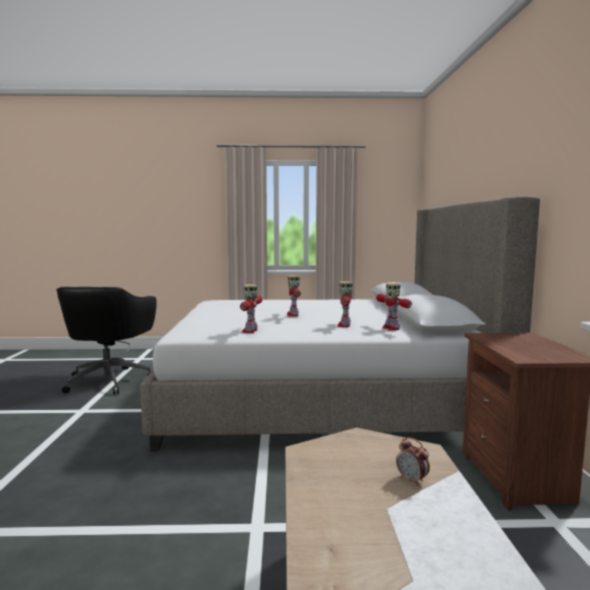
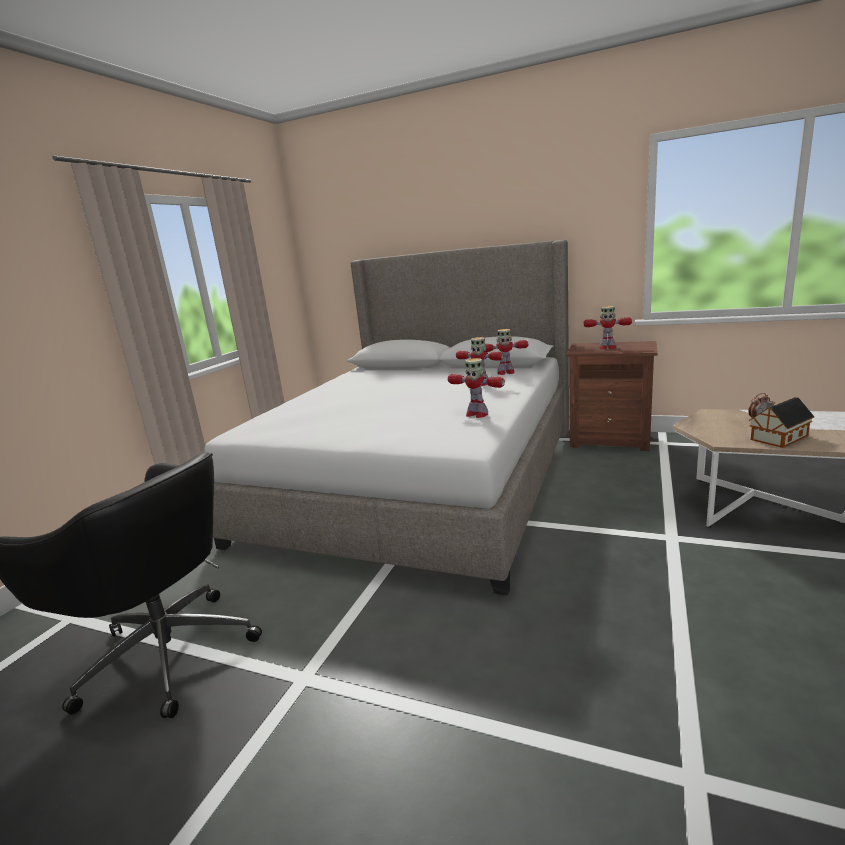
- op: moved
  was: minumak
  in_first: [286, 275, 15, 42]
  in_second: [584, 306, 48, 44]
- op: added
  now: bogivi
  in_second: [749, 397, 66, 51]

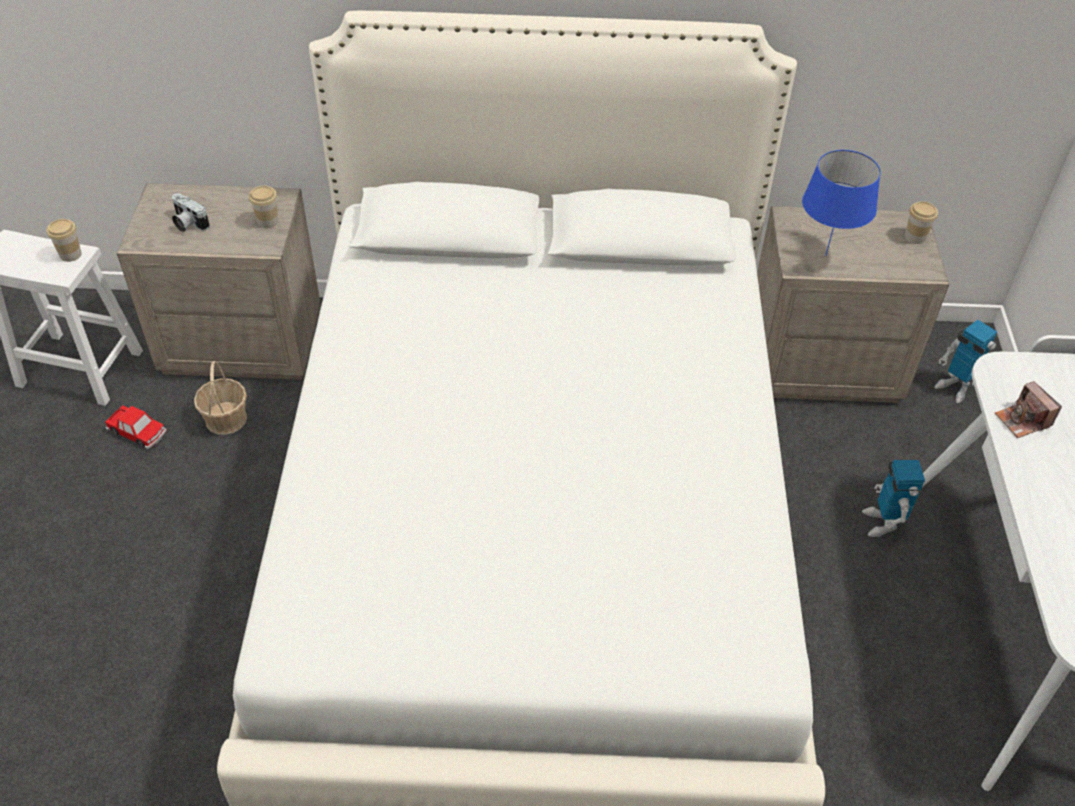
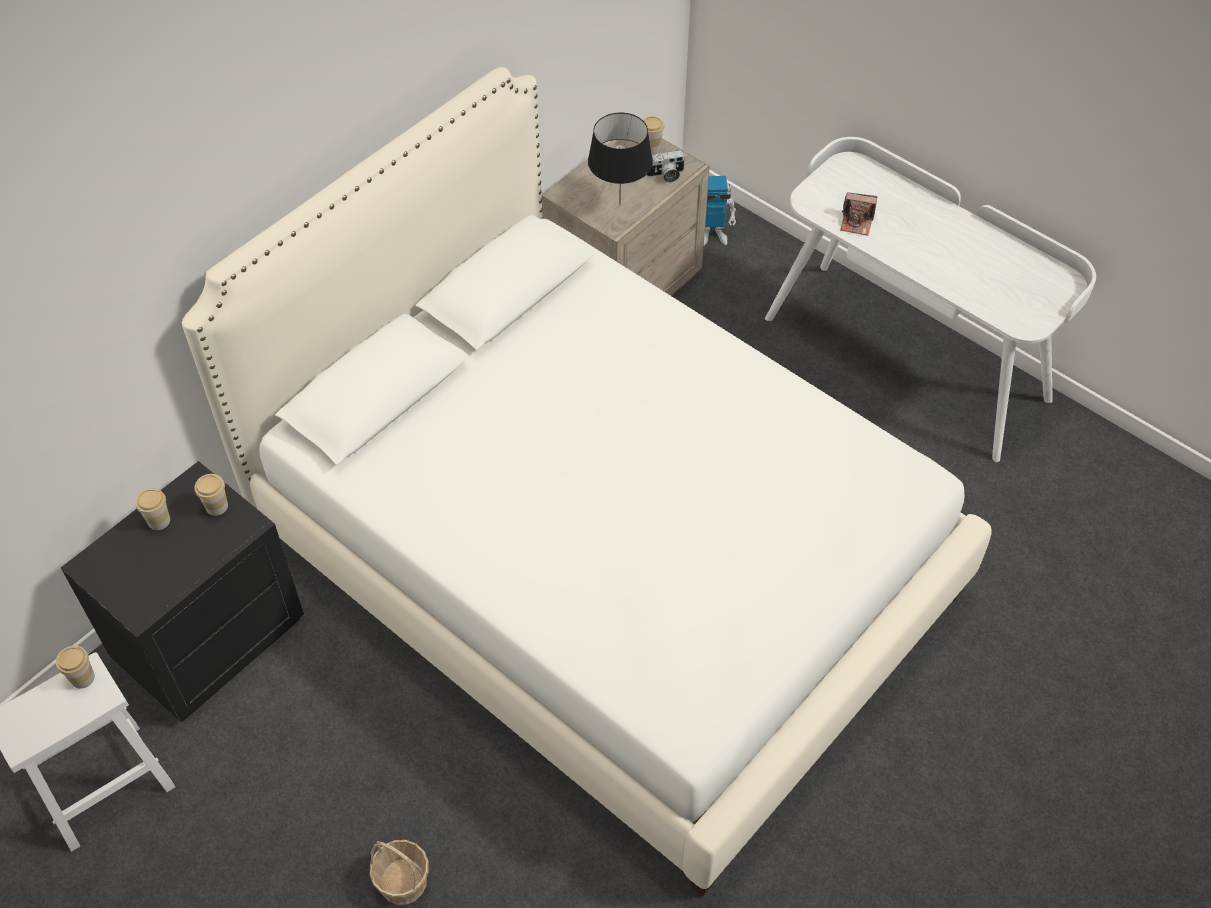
- op: removed
  was: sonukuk
  in_first: [105, 405, 62, 44]
- op: recoloured
  was: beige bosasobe
  now: black bosasobe
  in_first: [117, 183, 204, 197]
  in_second: [61, 461, 243, 261]
- op: moved
  was: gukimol
  in_first: [172, 193, 38, 39]
  in_second: [646, 150, 40, 32]
- op: moved
  was: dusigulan
  in_first: [194, 361, 53, 74]
  in_second: [369, 840, 60, 65]
- op: recoloured
  was: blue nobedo
  now: black nobedo
  in_first: [802, 150, 79, 106]
  in_second: [588, 113, 65, 92]
- op: removed
  was: minumak
  in_first: [862, 460, 63, 77]
- op: added
  now: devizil
  in_second: [135, 488, 35, 42]

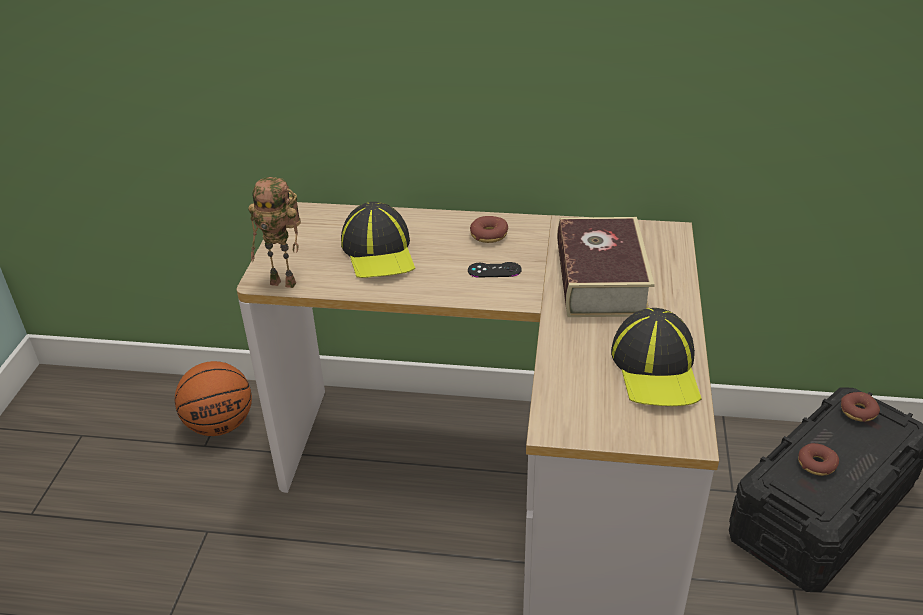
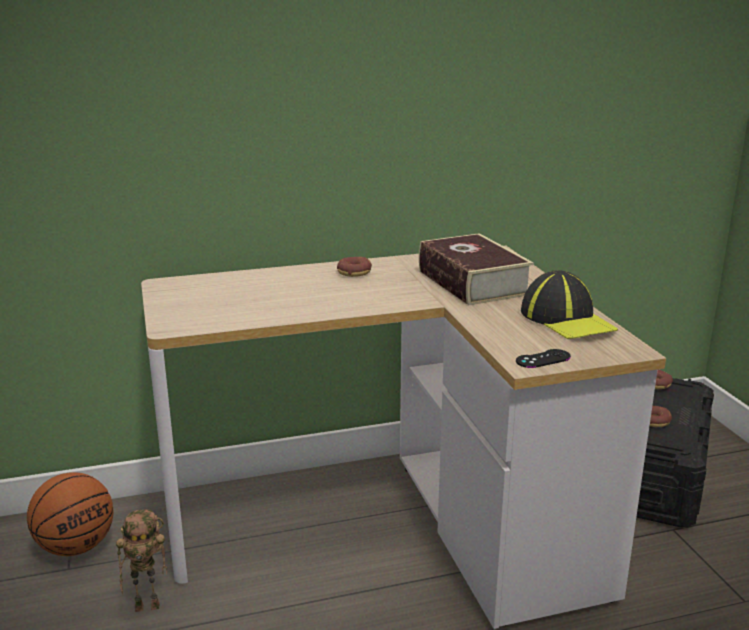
- op: moved
  was: minumak
  in_first: [248, 177, 53, 111]
  in_second: [116, 509, 51, 103]
- op: removed
  was: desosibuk
  in_first: [341, 202, 74, 76]
- op: moved
  was: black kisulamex
  in_first: [468, 262, 54, 16]
  in_second: [516, 349, 55, 19]

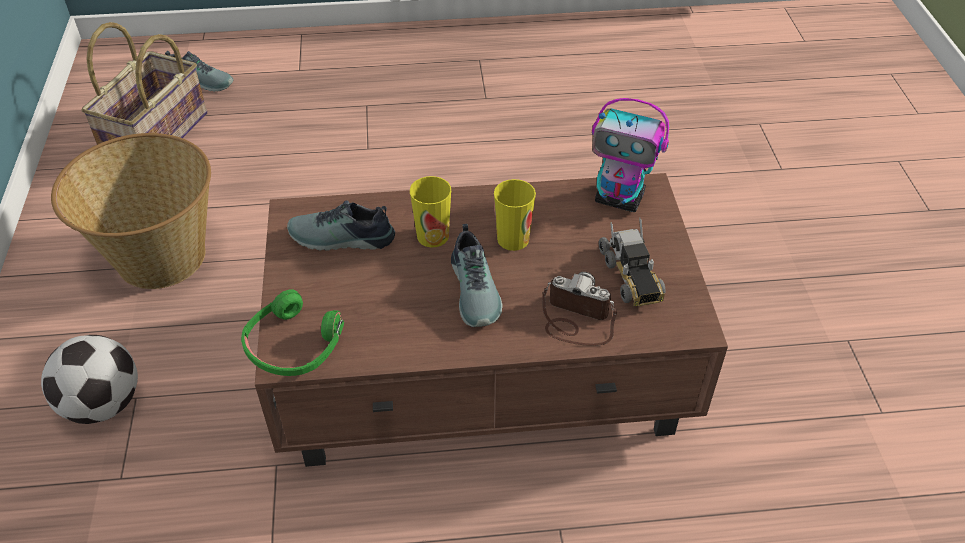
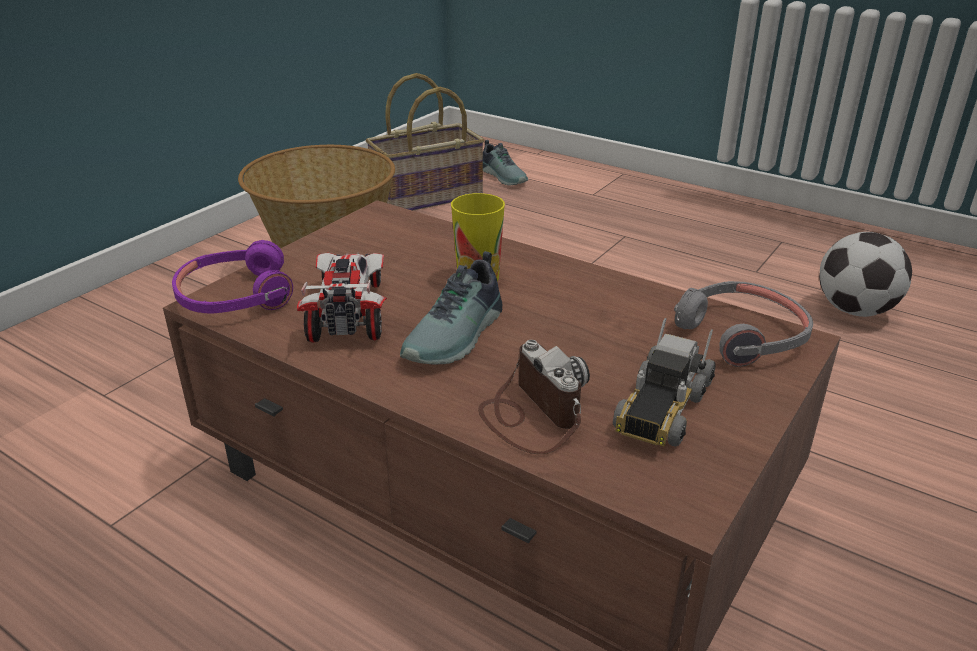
- op: moved
  was: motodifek
  in_first: [41, 335, 97, 89]
  in_second: [819, 232, 93, 85]
- op: recoloured
  was: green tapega
  now: purple tapega
  in_first: [241, 290, 103, 86]
  in_second: [172, 240, 121, 74]
- op: removed
  was: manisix
  in_first: [287, 200, 108, 51]
- op: removed
  was: devizil
  in_first: [494, 179, 42, 72]
- op: replaced
  was: minumak
  now: grey tapega
  in_first: [592, 98, 77, 114]
  in_second: [674, 281, 139, 86]
- op: added
  now: sonukuk
  in_second: [297, 252, 90, 91]

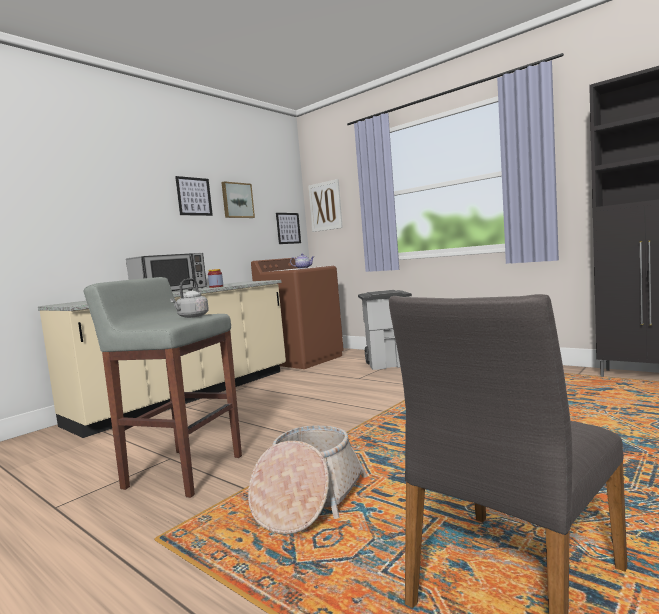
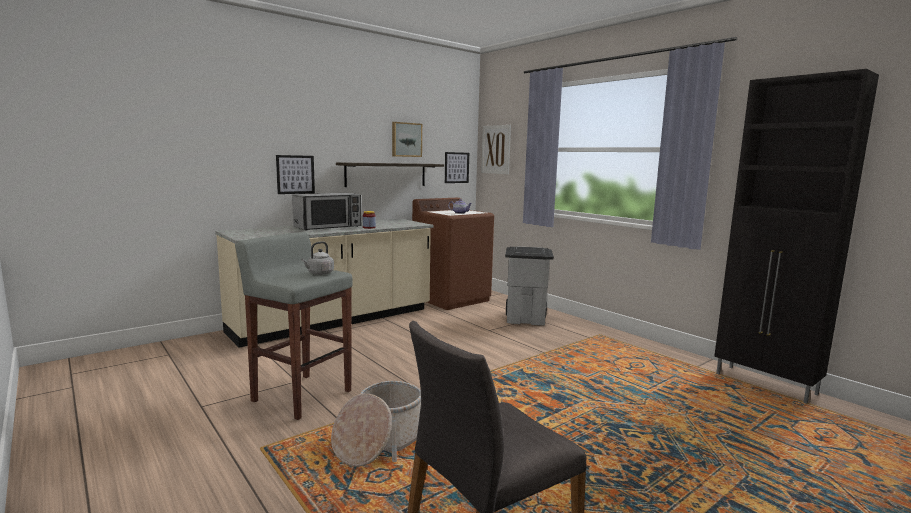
- op: moved
  was: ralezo
  in_first: [175, 176, 38, 40]
  in_second: [276, 155, 39, 39]
- op: added
  now: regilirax
  in_second: [336, 162, 108, 25]

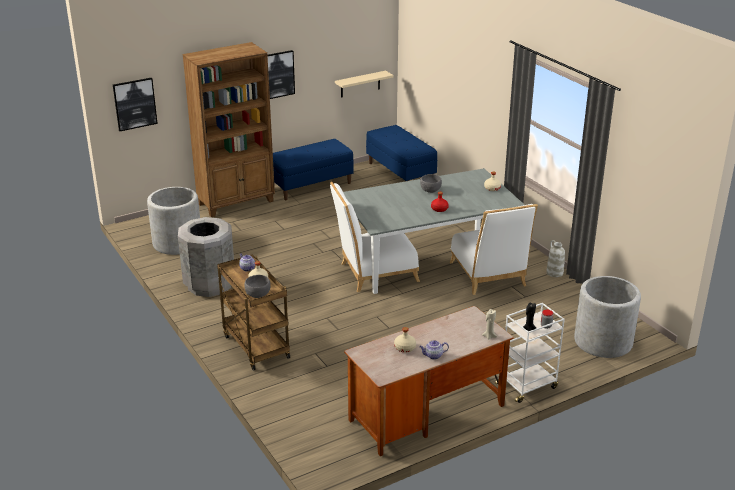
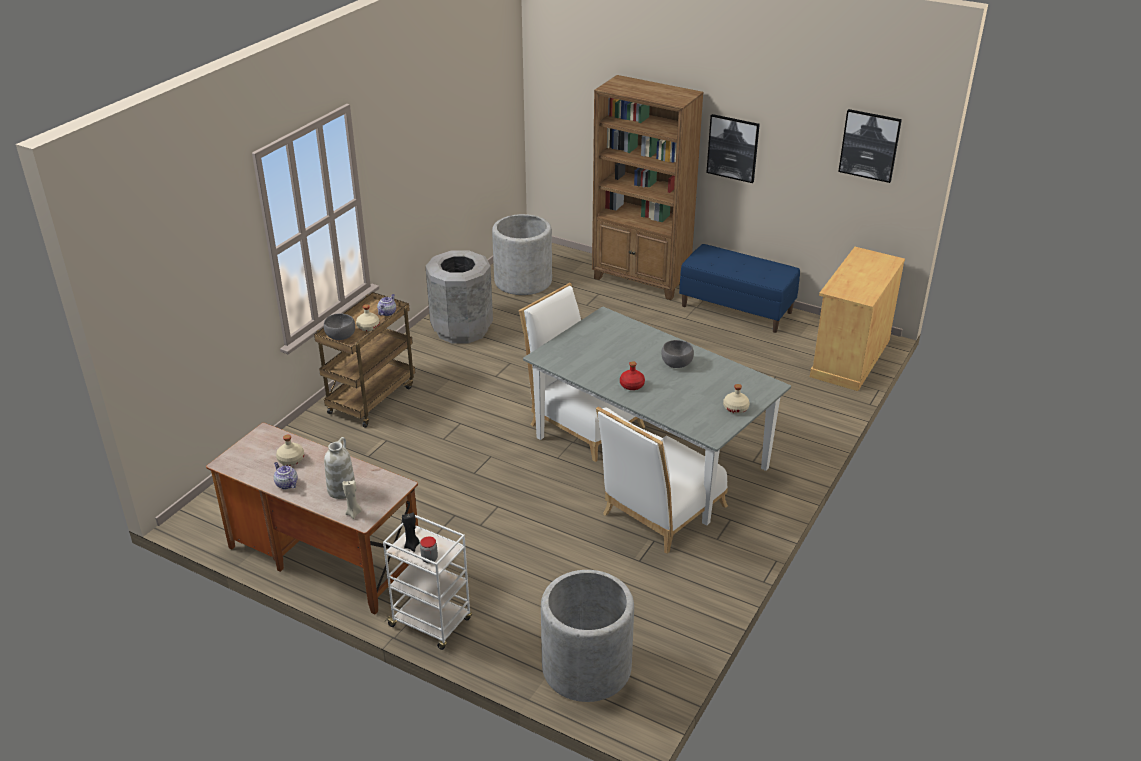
- op: moved
  was: ralezo
  in_first: [113, 78, 45, 53]
  in_second: [838, 109, 64, 74]
- op: removed
  was: beige regilirax
  in_first: [335, 71, 59, 26]
- op: replaced
  was: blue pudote
  now: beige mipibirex
  in_first: [366, 125, 71, 57]
  in_second: [810, 247, 95, 144]
- op: moved
  was: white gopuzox
  in_first: [546, 240, 19, 37]
  in_second: [324, 437, 31, 62]

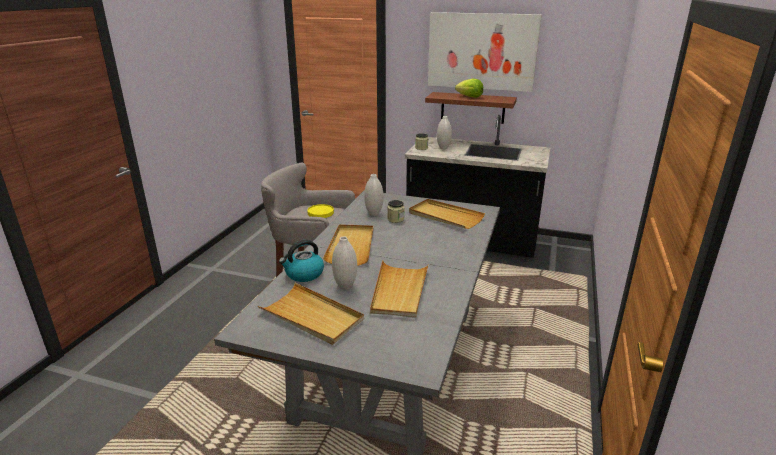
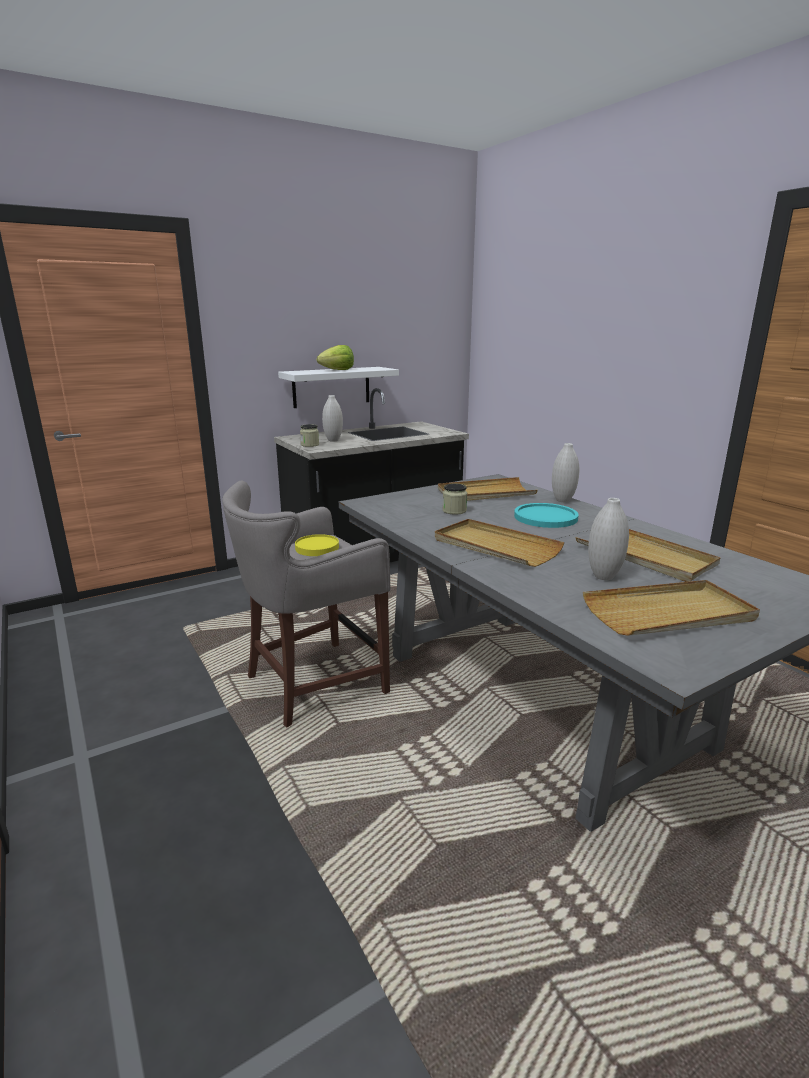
- op: removed
  was: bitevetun
  in_first: [279, 240, 45, 42]
- op: moved
  was: white gopuzox
  in_first: [364, 174, 19, 42]
  in_second: [552, 443, 28, 59]
- op: recoloured
  was: brown regilirax
  now: white regilirax
  in_first: [425, 92, 92, 32]
  in_second: [278, 367, 121, 41]
- op: removed
  was: ralezo
  in_first: [428, 12, 114, 80]
- op: added
  now: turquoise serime
  in_second: [514, 503, 65, 25]

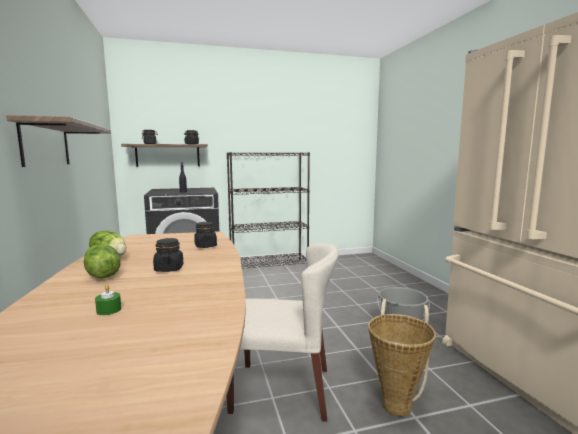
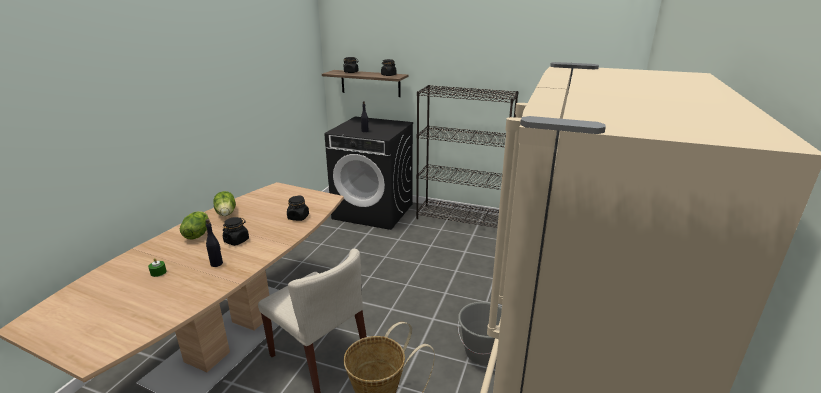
- op: removed
  was: regilirax
  in_first: [6, 115, 105, 52]
- op: added
  now: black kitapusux
  in_second: [206, 219, 17, 48]

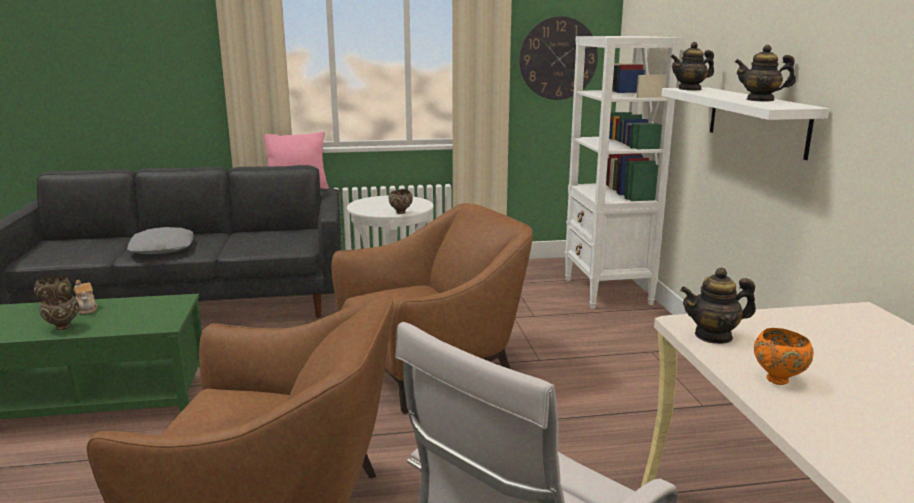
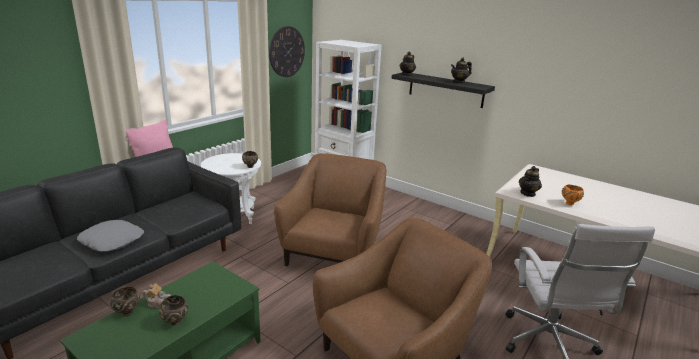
- op: recoloured
  was: white regilirax
  now: black regilirax
  in_first: [661, 87, 168, 73]
  in_second: [392, 73, 103, 35]

